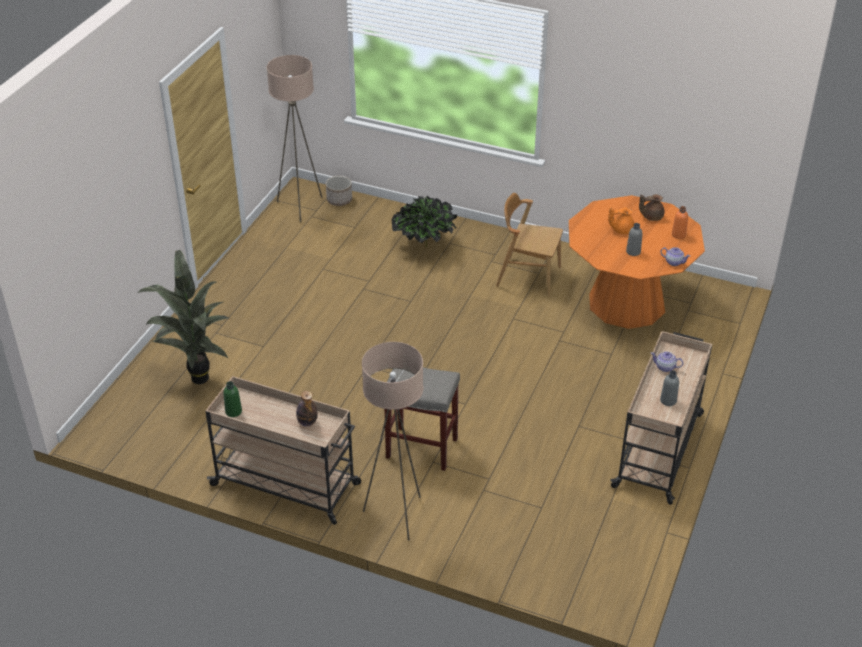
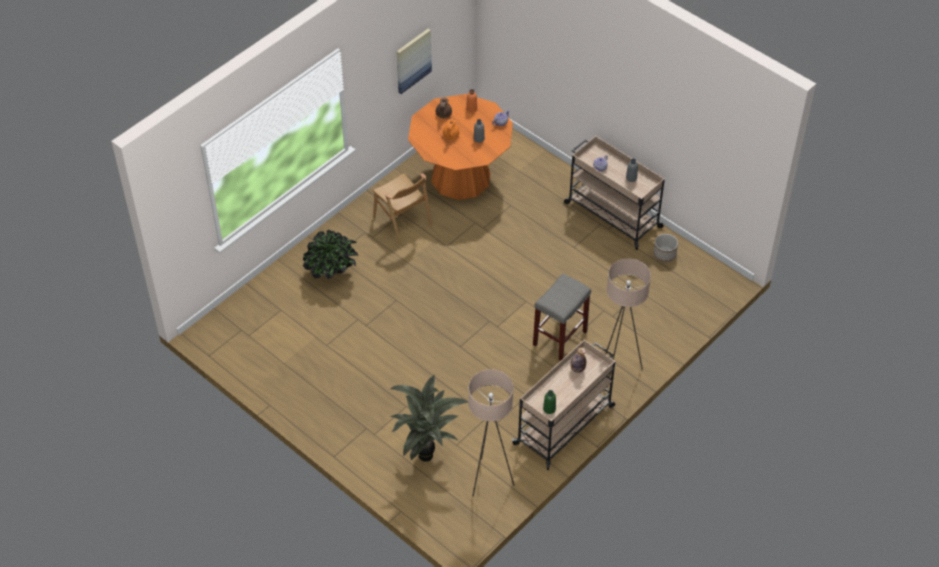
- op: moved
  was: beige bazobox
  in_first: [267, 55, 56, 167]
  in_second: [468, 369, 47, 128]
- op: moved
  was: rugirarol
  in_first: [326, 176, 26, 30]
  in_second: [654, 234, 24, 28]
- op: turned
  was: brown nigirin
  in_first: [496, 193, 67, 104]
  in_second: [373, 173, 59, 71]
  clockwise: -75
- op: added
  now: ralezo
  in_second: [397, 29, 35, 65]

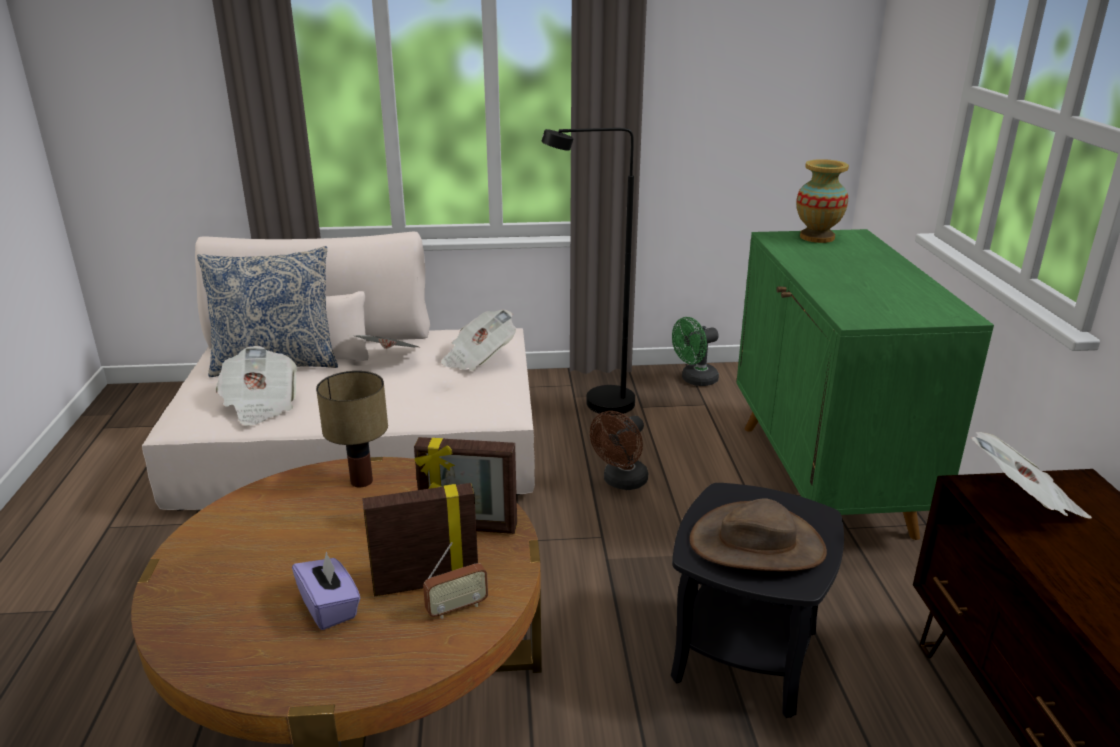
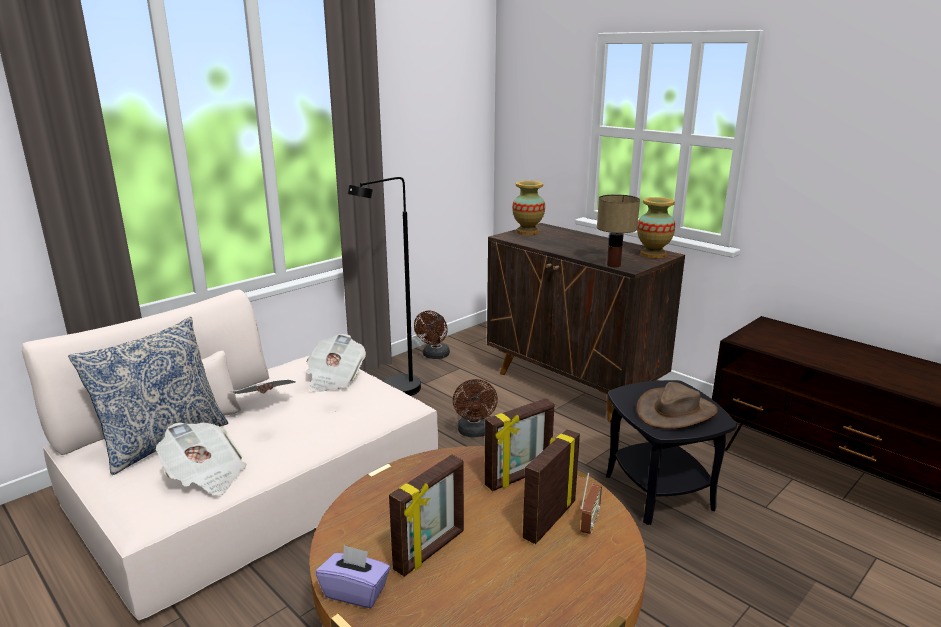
- op: moved
  was: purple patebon
  in_first: [292, 551, 69, 79]
  in_second: [316, 545, 74, 63]
- op: moved
  was: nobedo
  in_first: [316, 371, 72, 116]
  in_second: [597, 194, 43, 73]
- op: recoloured
  was: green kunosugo
  now: brown kunosugo
  in_first: [672, 317, 47, 69]
  in_second: [414, 311, 36, 48]
- op: recoloured
  was: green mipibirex
  now: brown mipibirex
  in_first: [736, 229, 258, 311]
  in_second: [487, 223, 198, 199]
- op: removed
  was: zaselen
  in_first: [970, 432, 122, 87]
- op: added
  now: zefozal
  in_second: [389, 455, 75, 122]
- op: added
  now: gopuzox
  in_second: [637, 197, 38, 61]

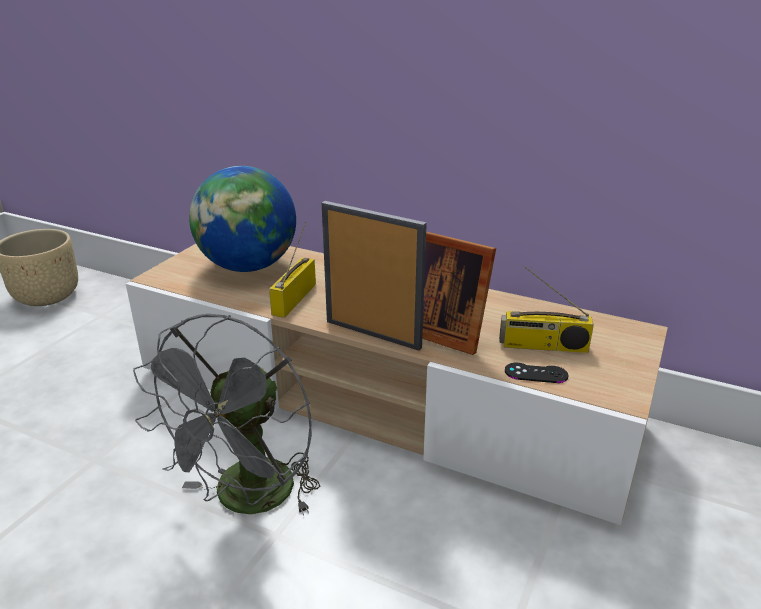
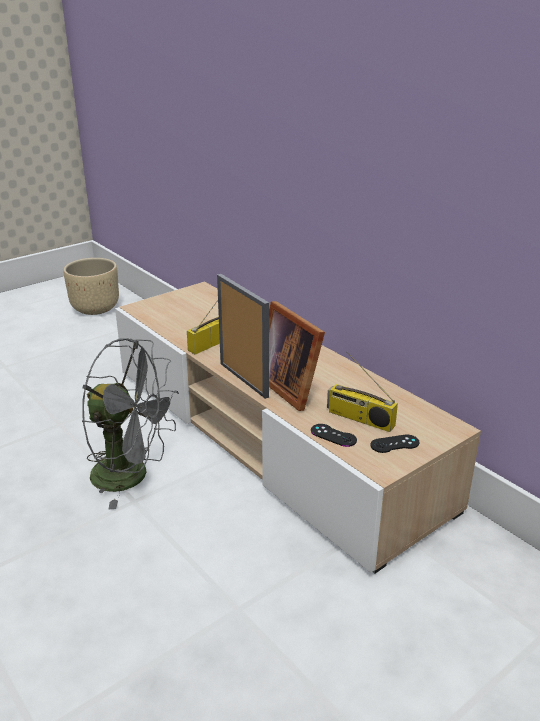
- op: turned
  was: grey kunosugo
  in_first: [133, 314, 187, 202]
  in_second: [82, 338, 97, 171]
  clockwise: -120
- op: removed
  was: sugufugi
  in_first: [189, 166, 107, 106]
- op: added
  now: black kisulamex
  in_second: [371, 434, 48, 19]

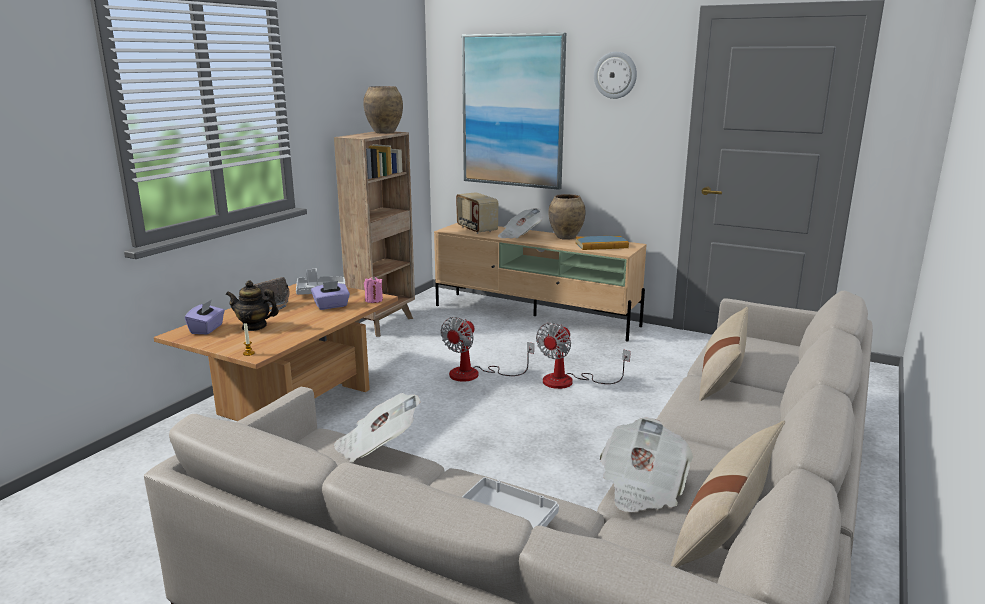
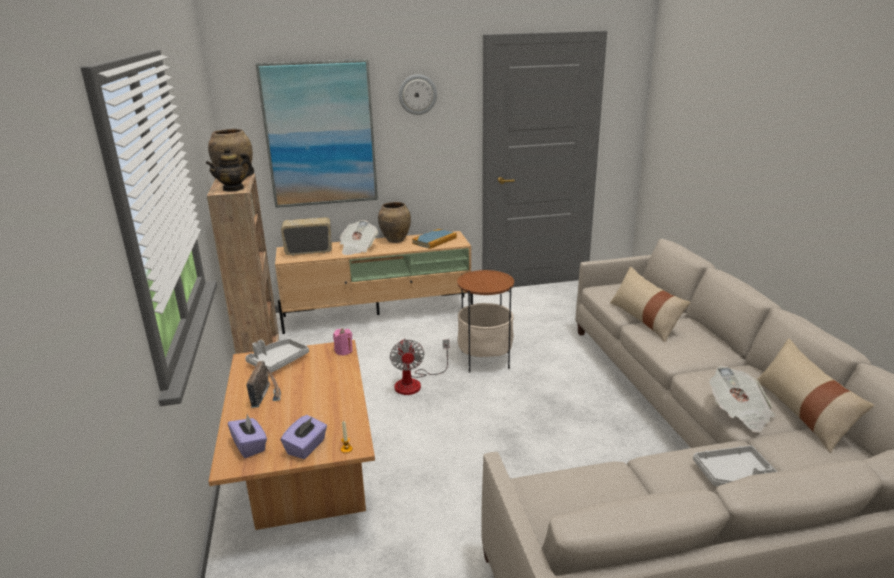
- op: moved
  was: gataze
  in_first: [226, 281, 53, 50]
  in_second: [206, 147, 48, 45]
- op: moved
  was: purple patebon
  in_first: [311, 281, 39, 29]
  in_second: [281, 415, 46, 44]
- op: removed
  was: zaselen
  in_first: [334, 393, 87, 70]
- op: turned
  was: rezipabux
  in_first: [456, 192, 42, 42]
  in_second: [281, 217, 51, 39]
  clockwise: 150
- op: replaced
  was: kunosugo
  now: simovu
  in_first: [536, 322, 95, 67]
  in_second: [457, 270, 57, 103]

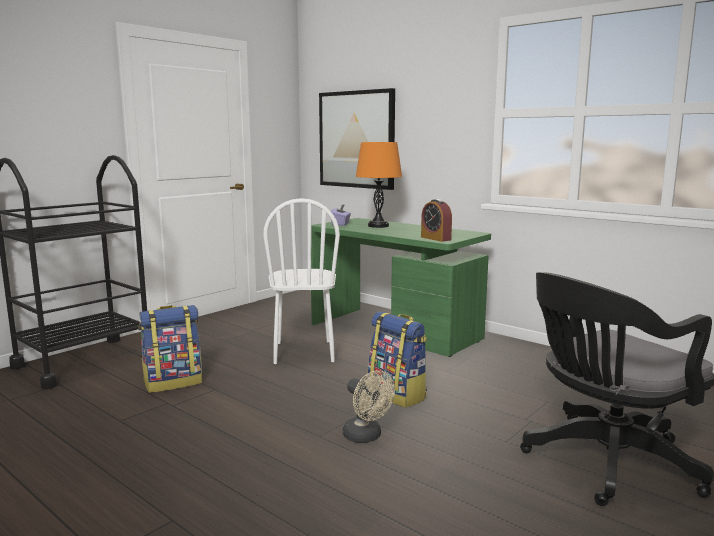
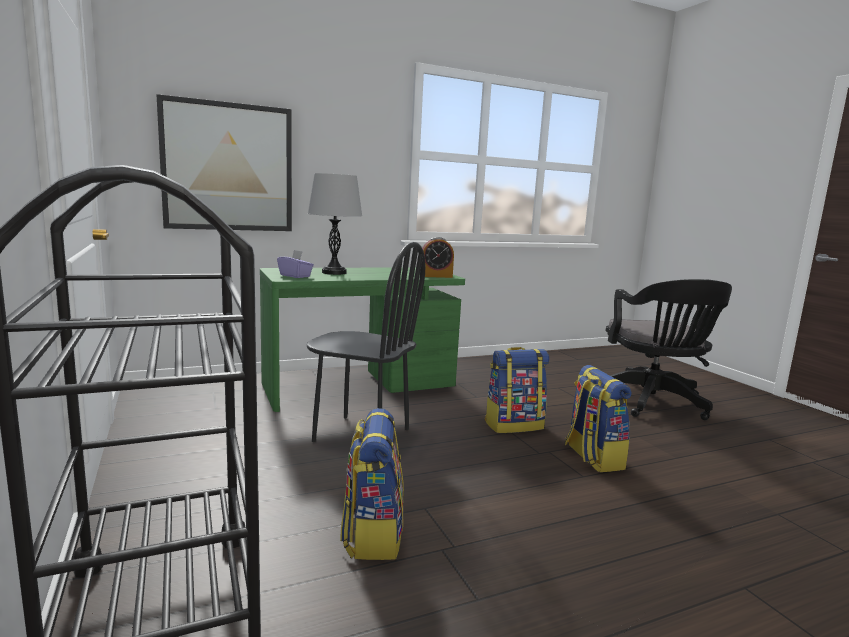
- op: recoloured
  was: white nigirin
  now: black nigirin
  in_first: [263, 198, 77, 166]
  in_second: [307, 242, 119, 200]
- op: replaced
  was: beige kunosugo
  now: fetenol
  in_first: [343, 370, 52, 73]
  in_second: [565, 365, 67, 107]
- op: recoloured
  was: orange nobedo
  now: grey nobedo
  in_first: [356, 142, 46, 86]
  in_second: [307, 173, 55, 102]

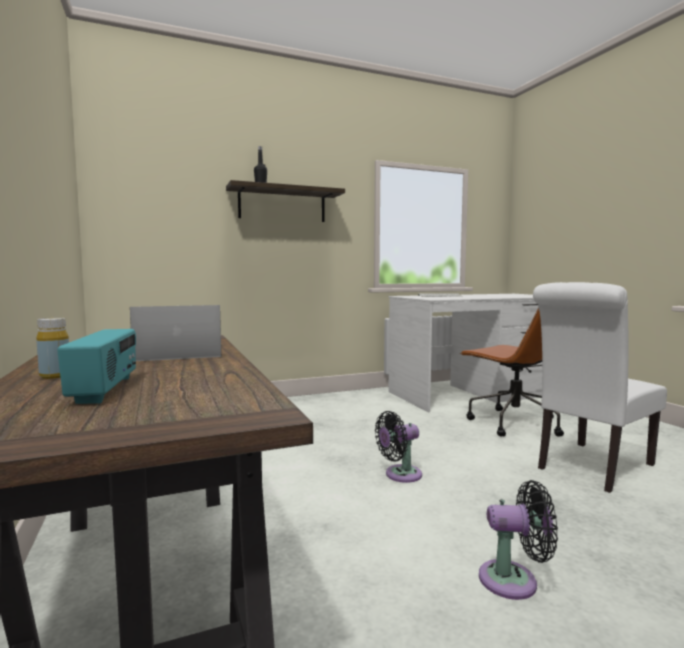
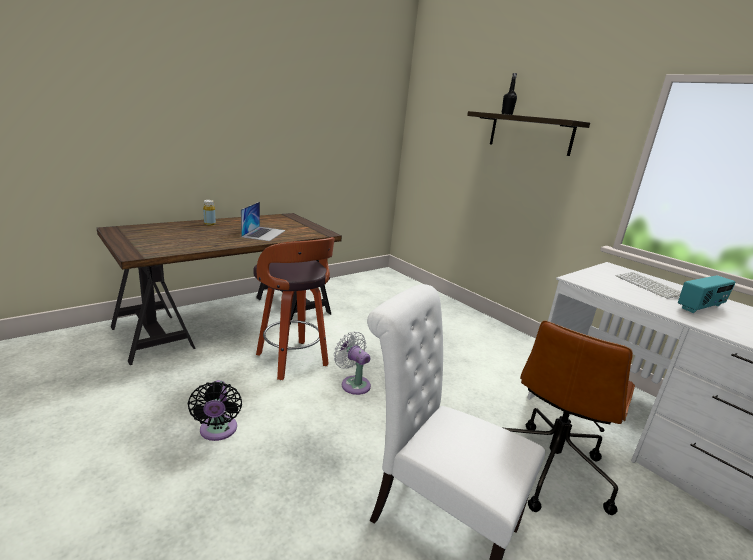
- op: moved
  was: rezipabux
  in_first: [57, 329, 79, 75]
  in_second: [678, 275, 58, 38]
- op: turned
  was: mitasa
  in_first: [130, 305, 91, 56]
  in_second: [241, 202, 45, 39]
  clockwise: 45
- op: recoloured
  was: black kunosugo
  now: white kunosugo
  in_first: [375, 411, 47, 72]
  in_second: [333, 331, 38, 64]
- op: added
  now: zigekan
  in_second: [253, 237, 82, 143]

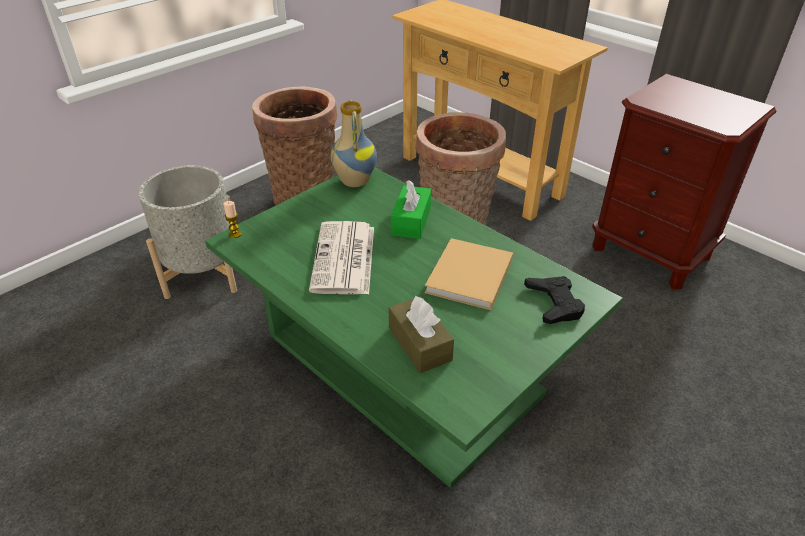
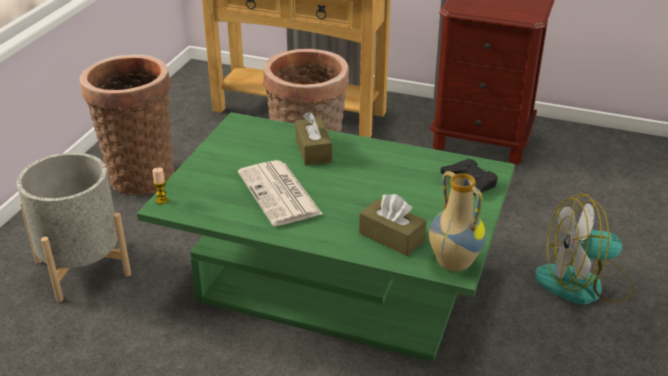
- op: moved
  was: gopuzox
  in_first: [331, 100, 46, 87]
  in_second: [429, 171, 57, 100]
- op: recoloured
  was: green patebon
  now: brown patebon
  in_first: [391, 180, 40, 59]
  in_second: [295, 112, 37, 54]
- op: removed
  was: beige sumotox
  in_first: [425, 238, 88, 72]
- op: added
  now: kunosugo
  in_second: [535, 193, 100, 112]

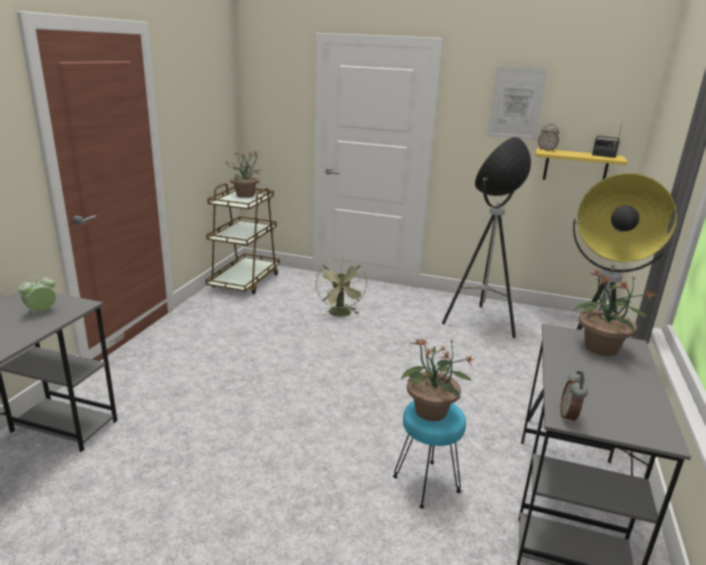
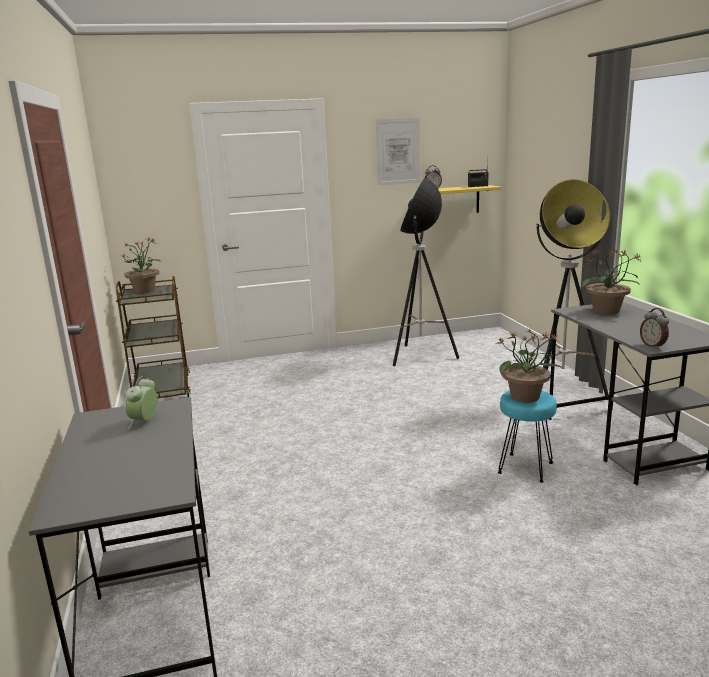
- op: removed
  was: green kunosugo
  in_first: [316, 258, 51, 59]

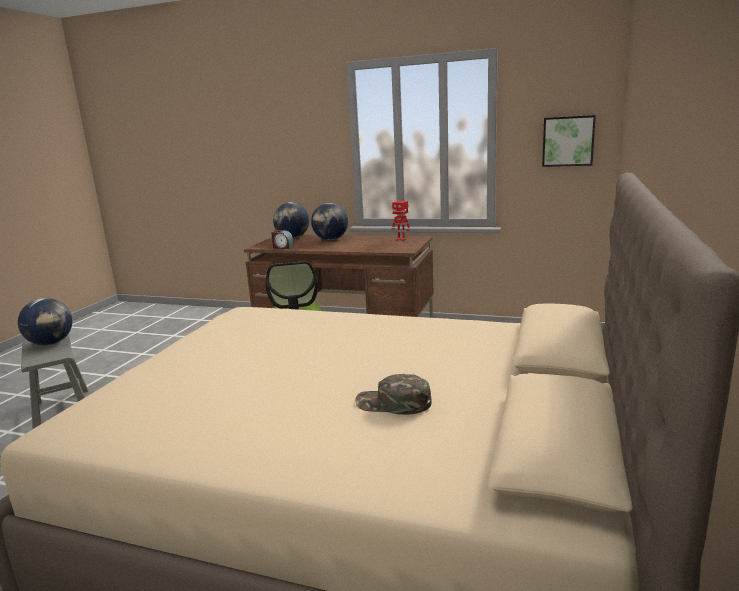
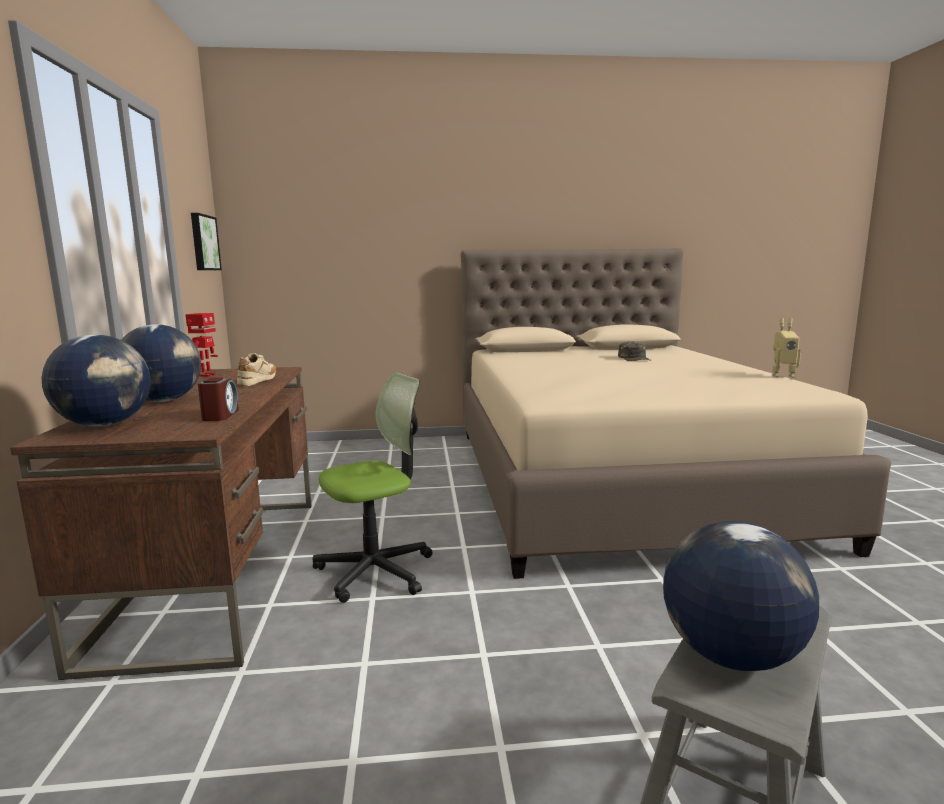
- op: added
  now: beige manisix
  in_second: [237, 353, 39, 33]
- op: added
  now: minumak
  in_second: [772, 318, 29, 60]

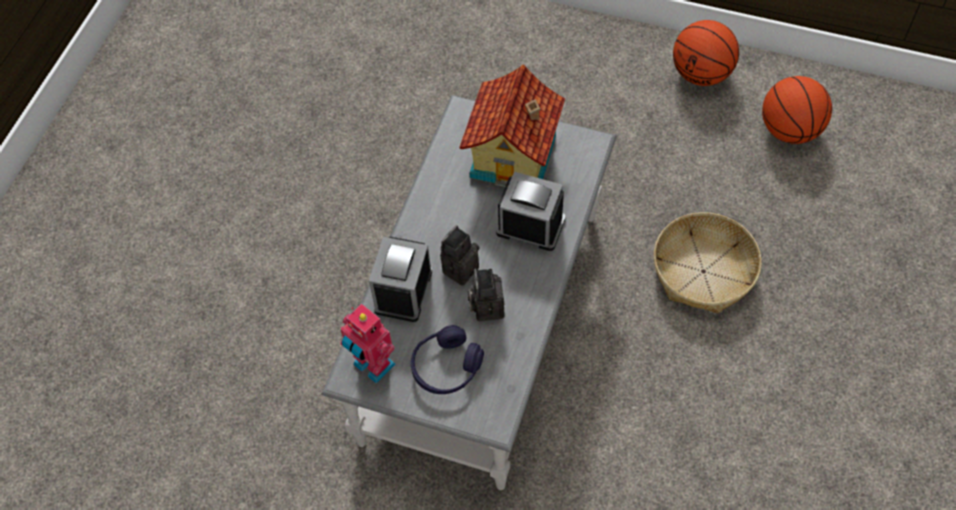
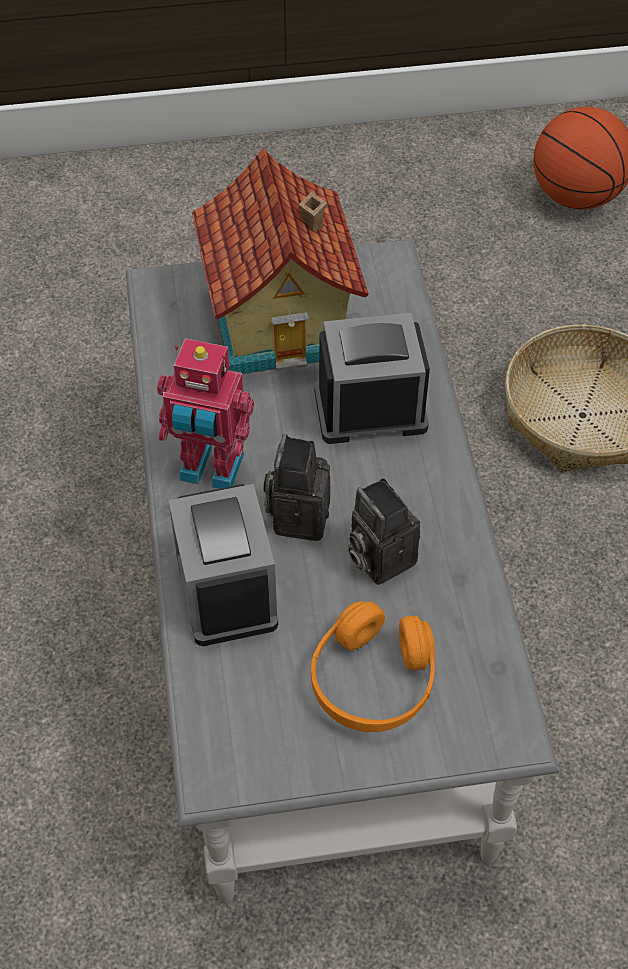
- op: moved
  was: minumak
  in_first: [340, 303, 56, 81]
  in_second: [157, 338, 97, 151]
- op: recoloured
  was: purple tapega
  now: orange tapega
  in_first: [411, 325, 73, 69]
  in_second: [311, 601, 124, 131]
- op: removed
  was: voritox
  in_first: [673, 20, 66, 66]

